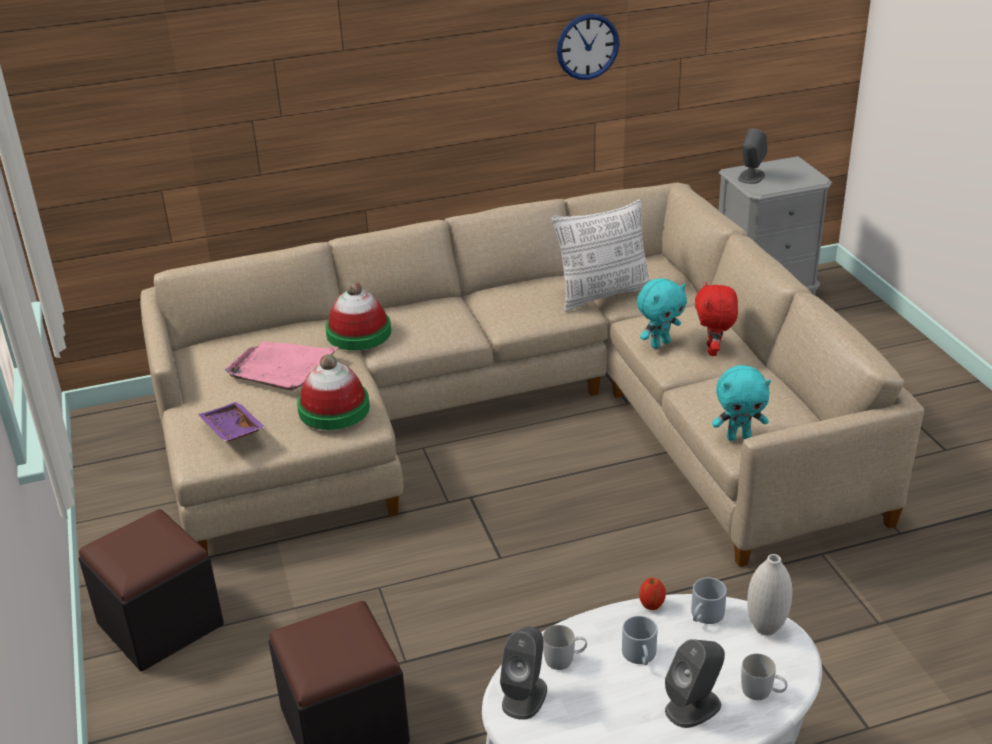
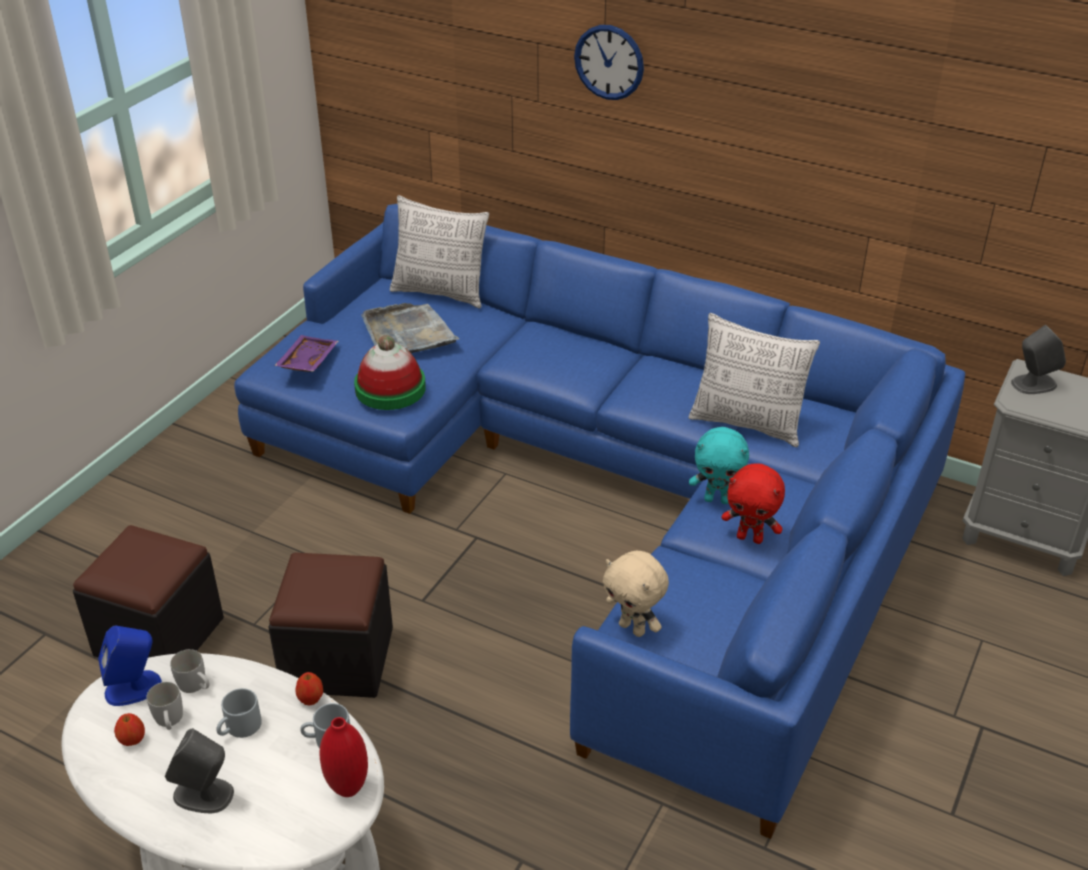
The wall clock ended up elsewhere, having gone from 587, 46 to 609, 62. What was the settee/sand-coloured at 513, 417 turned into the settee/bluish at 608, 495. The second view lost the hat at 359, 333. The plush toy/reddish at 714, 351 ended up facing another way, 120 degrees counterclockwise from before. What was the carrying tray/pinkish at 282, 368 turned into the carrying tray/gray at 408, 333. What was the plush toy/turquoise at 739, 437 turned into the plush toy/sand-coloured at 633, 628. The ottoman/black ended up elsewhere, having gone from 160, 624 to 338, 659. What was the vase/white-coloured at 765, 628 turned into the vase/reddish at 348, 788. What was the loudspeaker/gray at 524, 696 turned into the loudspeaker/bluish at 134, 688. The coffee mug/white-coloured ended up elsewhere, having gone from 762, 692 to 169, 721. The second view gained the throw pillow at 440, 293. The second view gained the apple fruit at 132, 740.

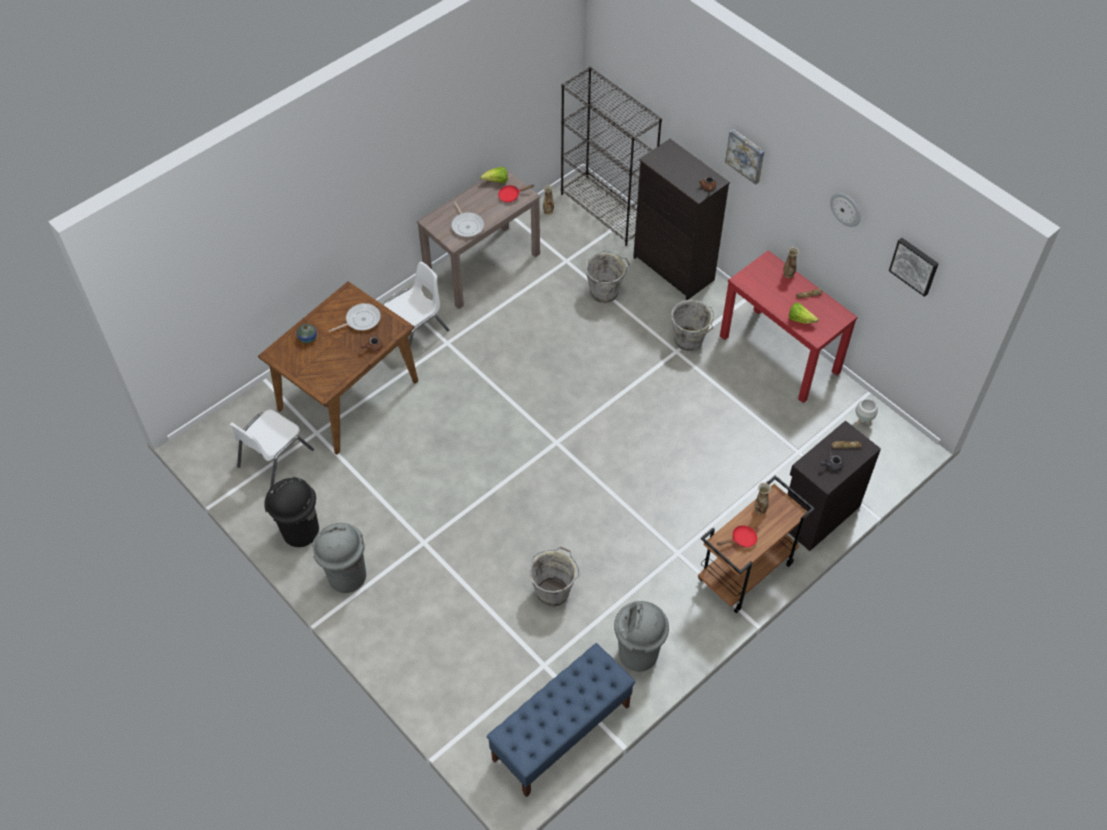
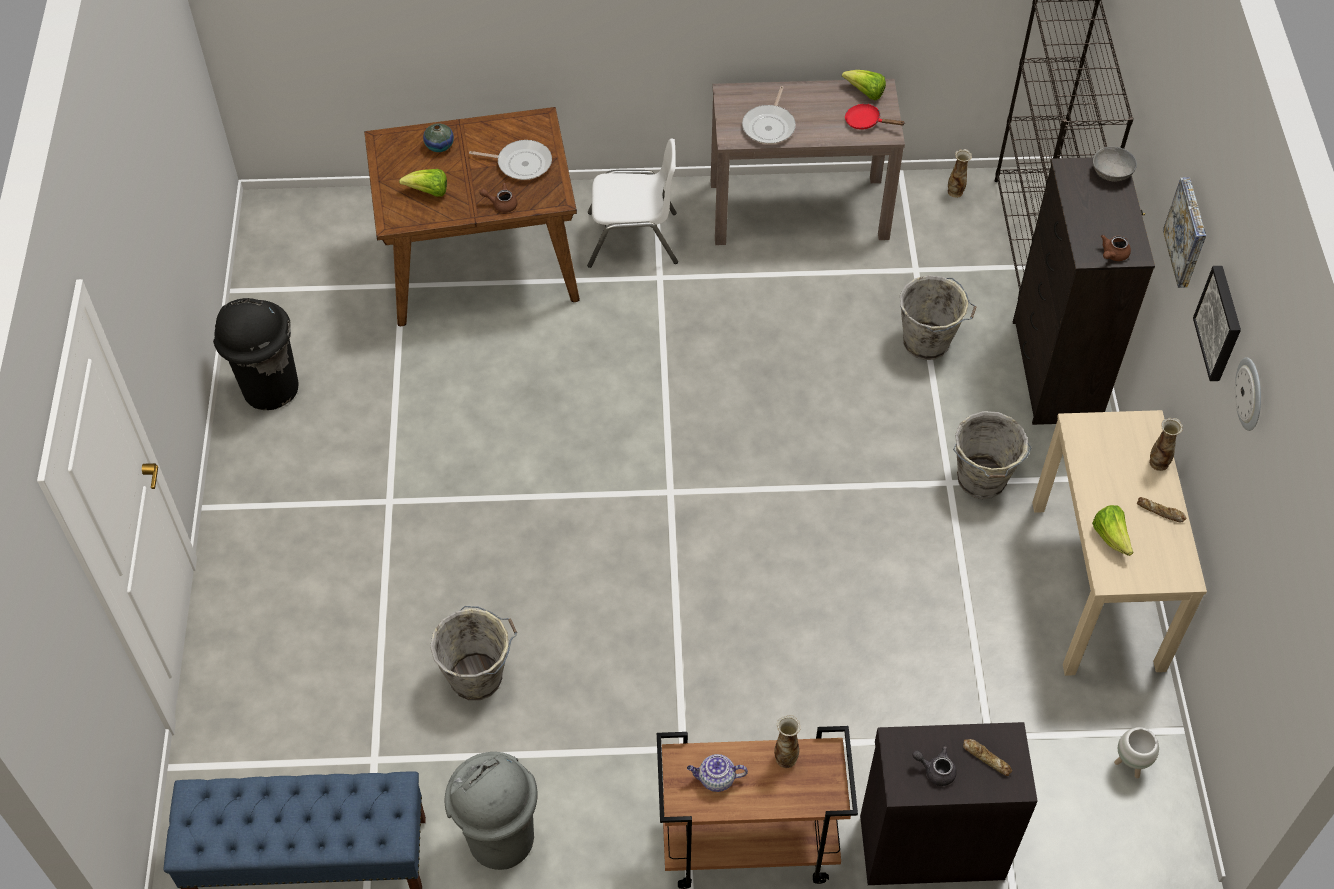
The wall art ended up elsewhere, having gone from 914, 265 to 1221, 323. What was the hall table/reddish at 780, 354 turned into the hall table/sand-coloured at 1097, 585. The second view lost the upright chair/white-coloured at 274, 458. The second view lost the trash can/gray at 346, 576. Where the frying pan/reddish stood at 741, 540, the teapot came to stand at 715, 779. The second view gained the deep dish/gray at 1112, 173. The second view gained the lettuce head at 428, 192.

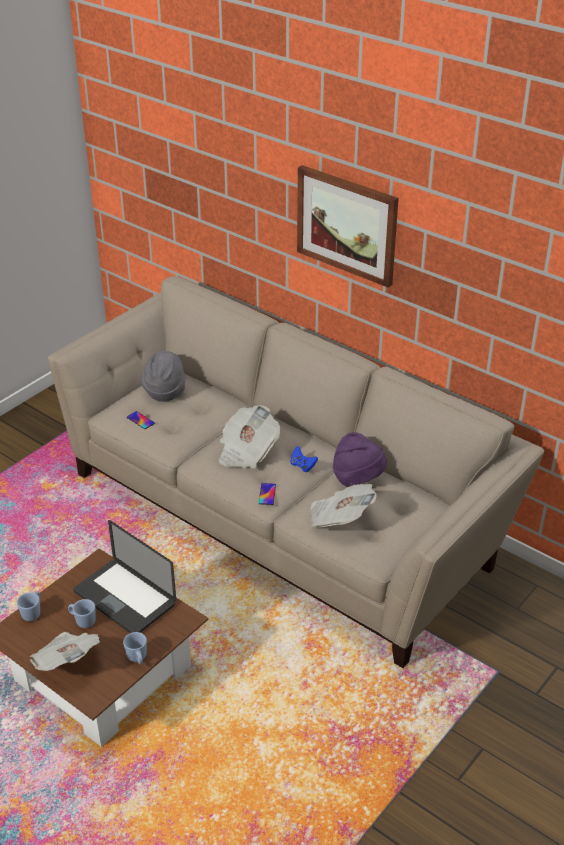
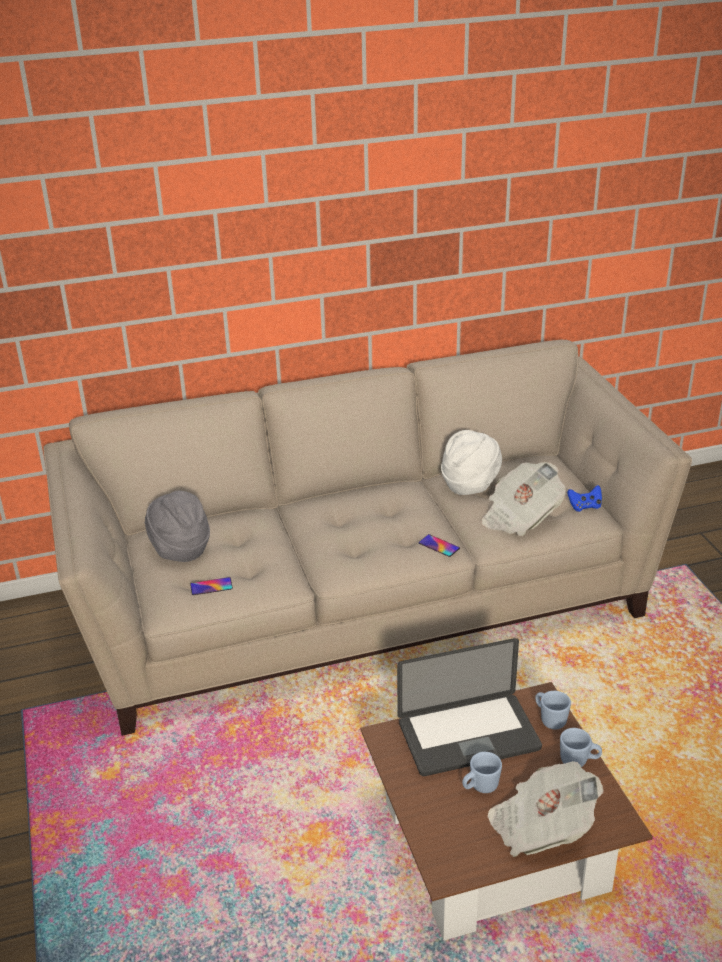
The second view lost the wall art at 347, 225. The second view lost the daily paper at 246, 451. What was the hat/purplish at 358, 479 turned into the hat/white-coloured at 470, 484. The joypad/bluish ended up elsewhere, having gone from 302, 466 to 584, 506. The coffee mug/bluish ended up elsewhere, having gone from 33, 612 to 549, 719.

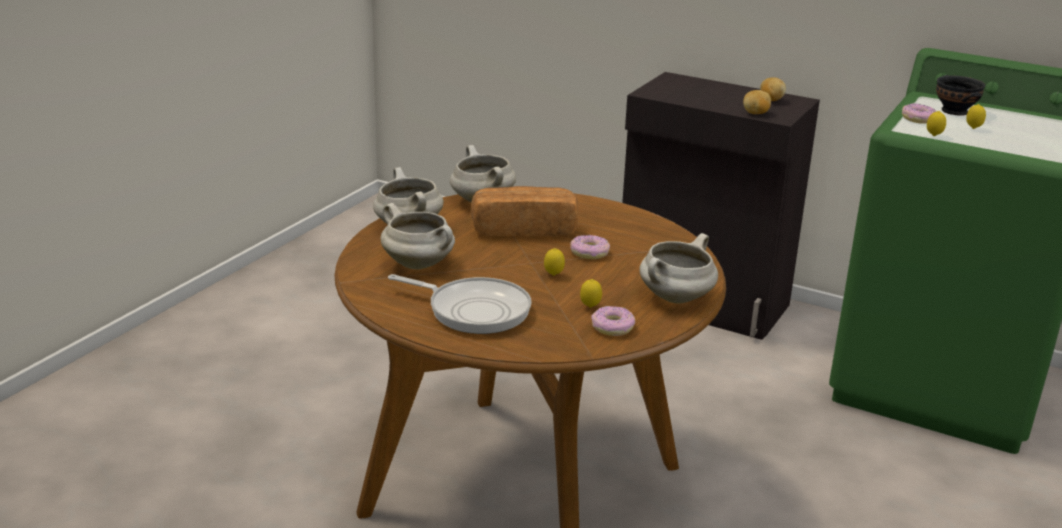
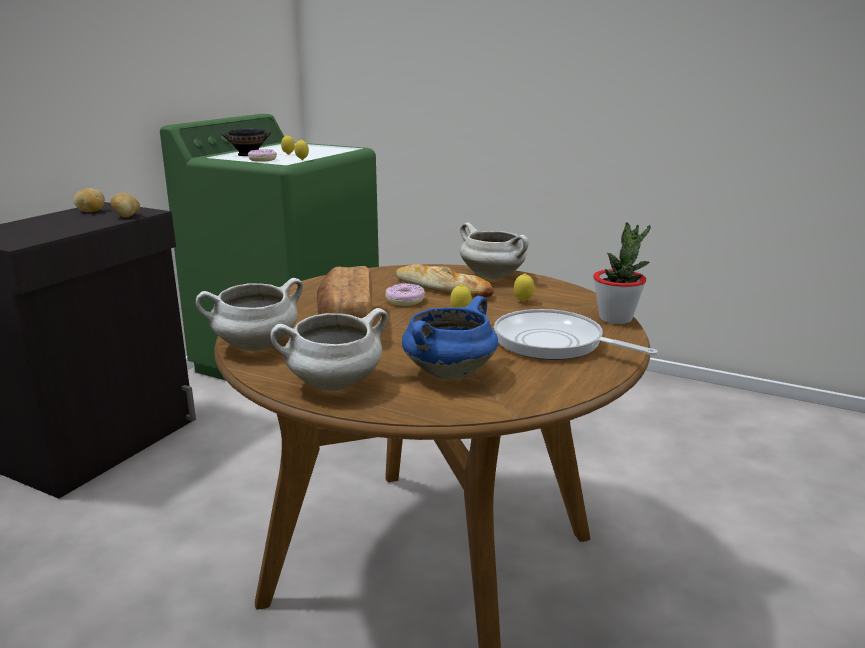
What was the stockpot/white-coloured at 419, 264 turned into the stockpot/bluish at 449, 373. The frying pan at 473, 310 ended up facing another way, 75 degrees counterclockwise from before. The second view lost the ring doughnut at 612, 327. The second view gained the potted plant at 615, 318. The second view gained the baked bread at 443, 288.

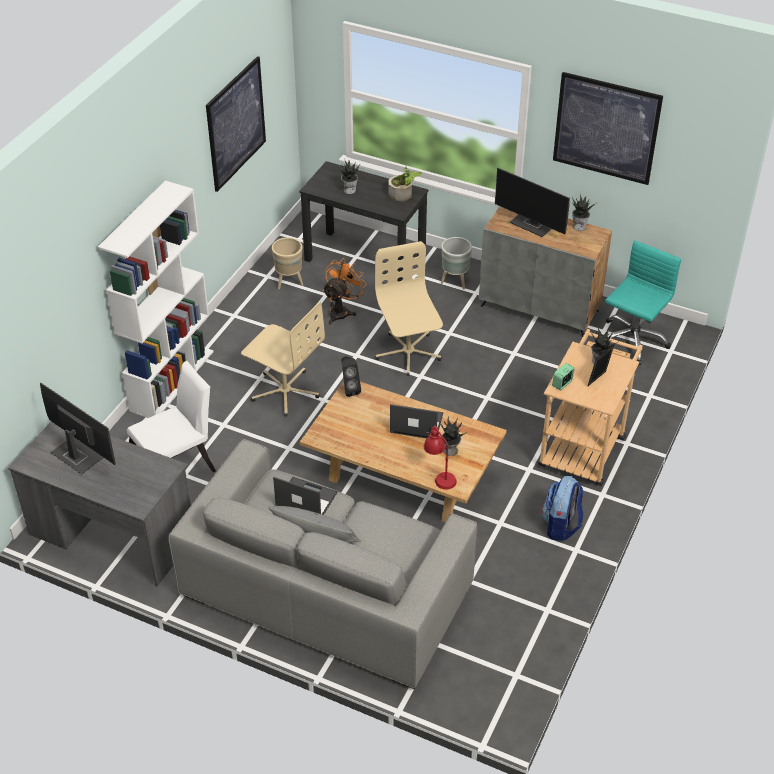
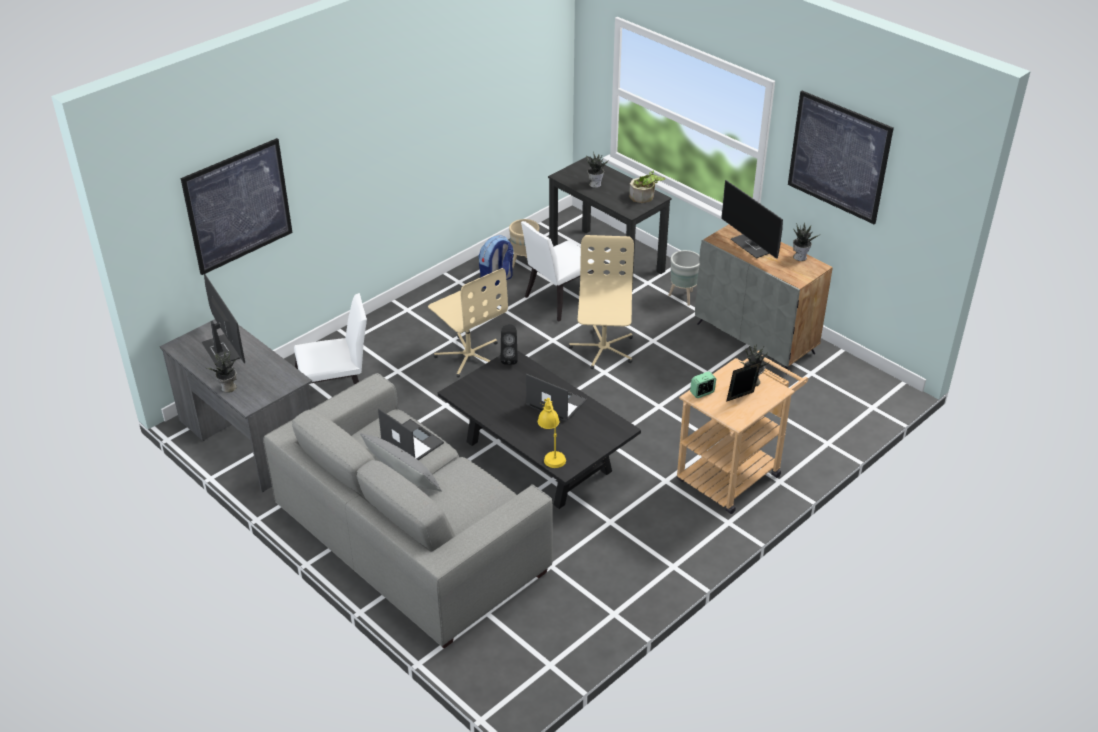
The wall art ended up elsewhere, having gone from 236, 123 to 238, 206. The second view lost the bookcase/white-coloured at 172, 380. The second view lost the desk chair/turquoise at 632, 340. Where the cooling fan/orange stood at 342, 311, the upright chair/white-coloured came to stand at 560, 299. What was the lounge table/sand-coloured at 403, 477 turned into the lounge table/black at 537, 457. The potted plant ended up elsewhere, having gone from 450, 451 to 228, 388. What was the table lamp/reddish at 439, 476 turned into the table lamp/yellowish at 551, 454. The knapsack ended up elsewhere, having gone from 561, 526 to 496, 281.

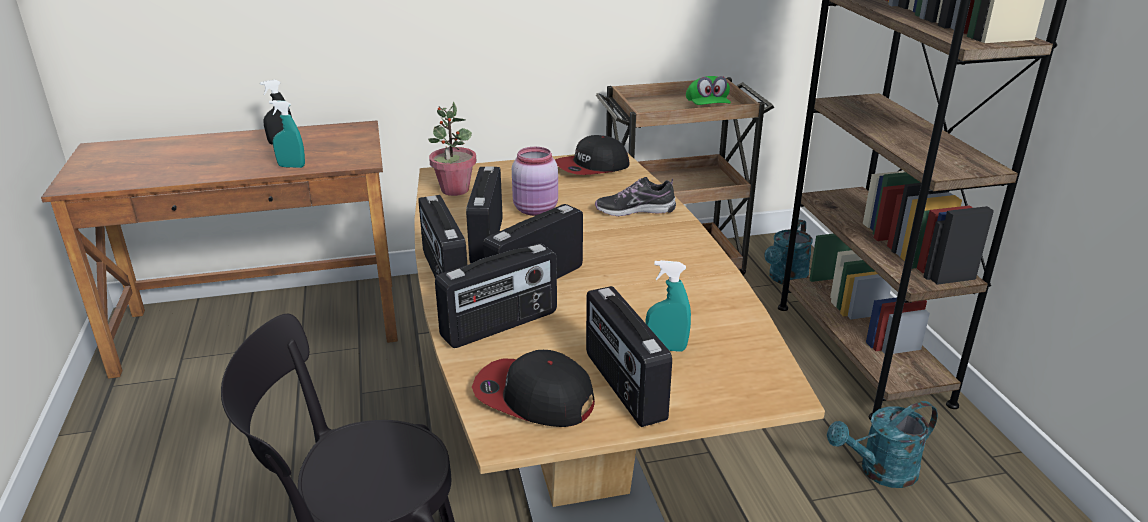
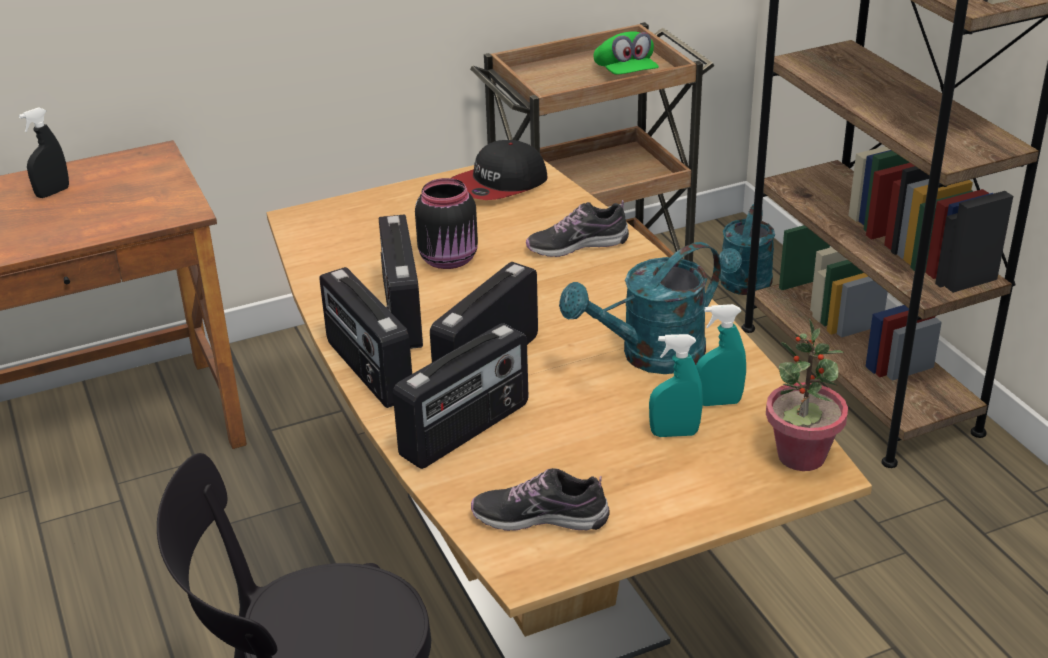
The hand sprayer/turquoise ended up elsewhere, having gone from 291, 166 to 718, 402. The potted plant ended up elsewhere, having gone from 454, 190 to 801, 456. What was the preserve jar/pinkish at 536, 210 turned into the preserve jar/black at 450, 260. The second view lost the radio receiver at 623, 386. Where the cap stood at 533, 397, the item of footwear came to stand at 540, 517. The watering pot/turquoise ended up elsewhere, having gone from 880, 472 to 650, 356.

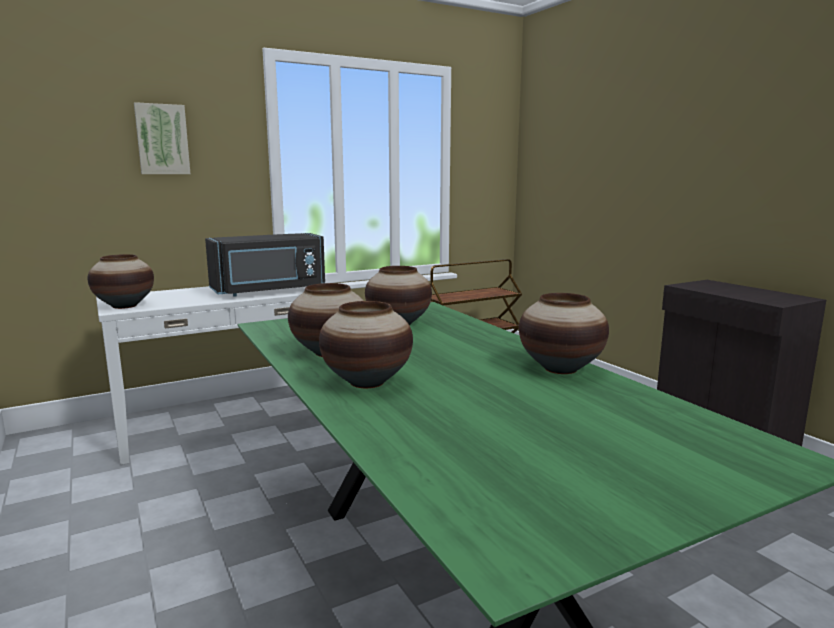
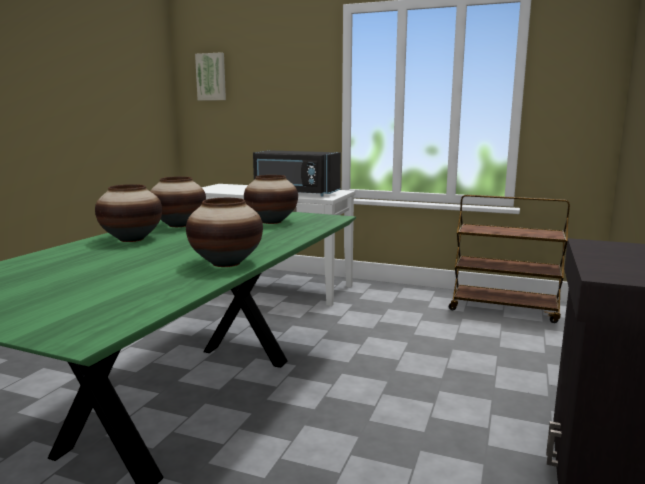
The wall art ended up elsewhere, having gone from 162, 139 to 211, 77. The second view lost the vase at 124, 306.

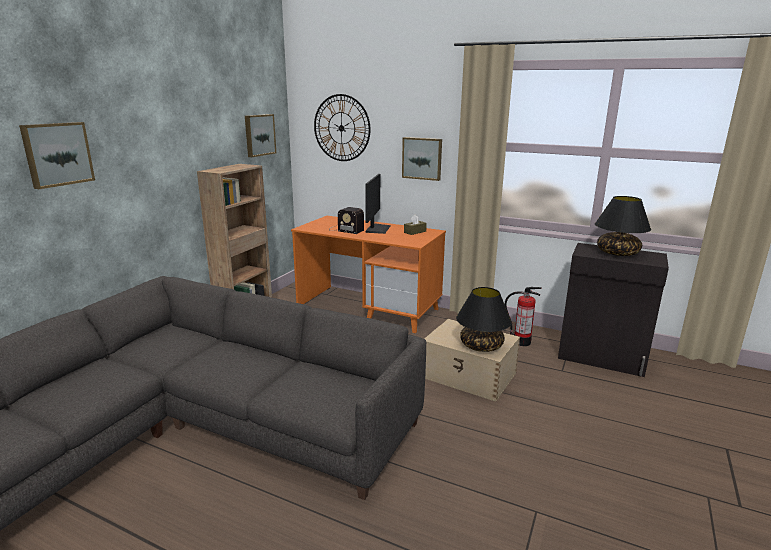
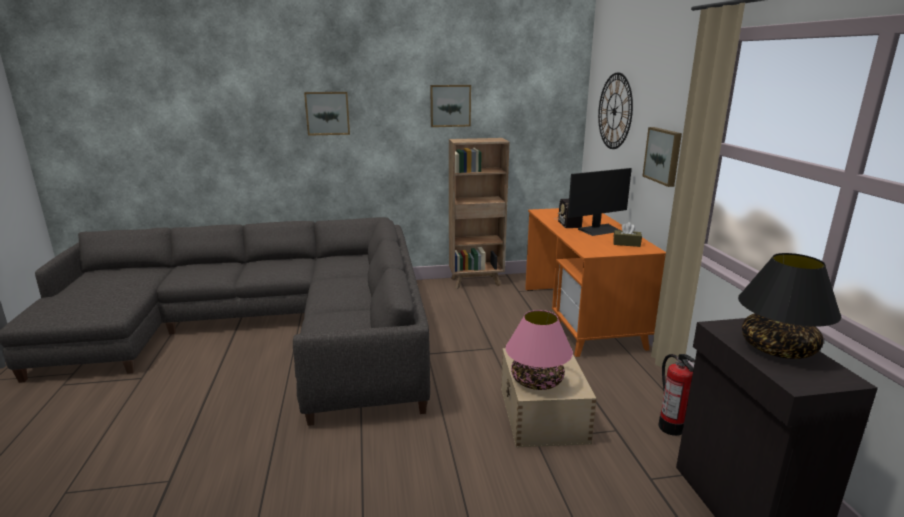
The wall art ended up elsewhere, having gone from 259, 135 to 450, 105. What was the table lamp/black at 481, 346 turned into the table lamp/pinkish at 537, 381.

